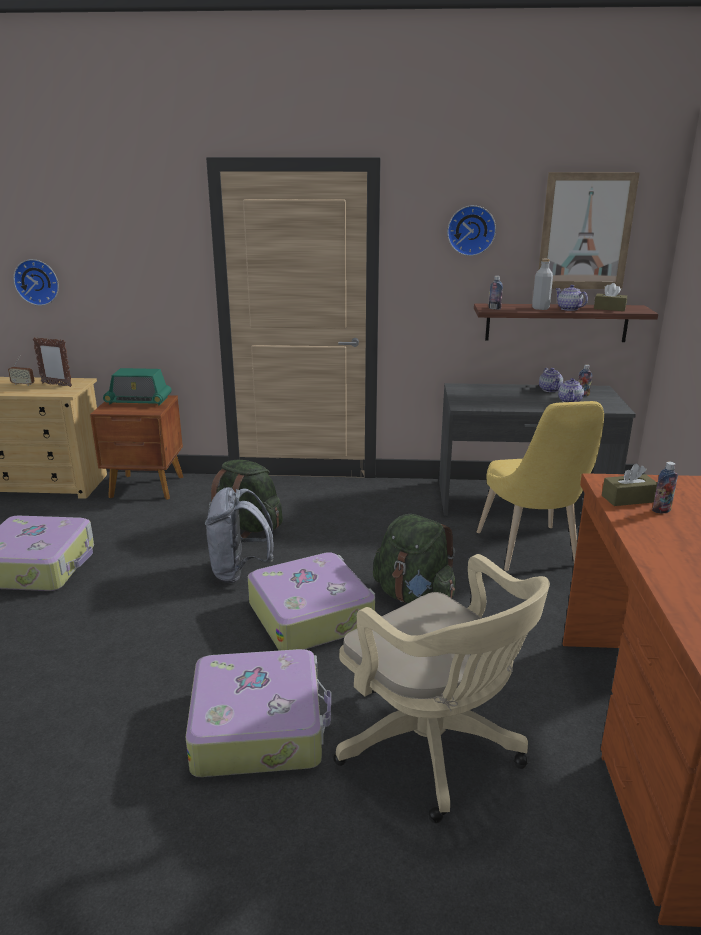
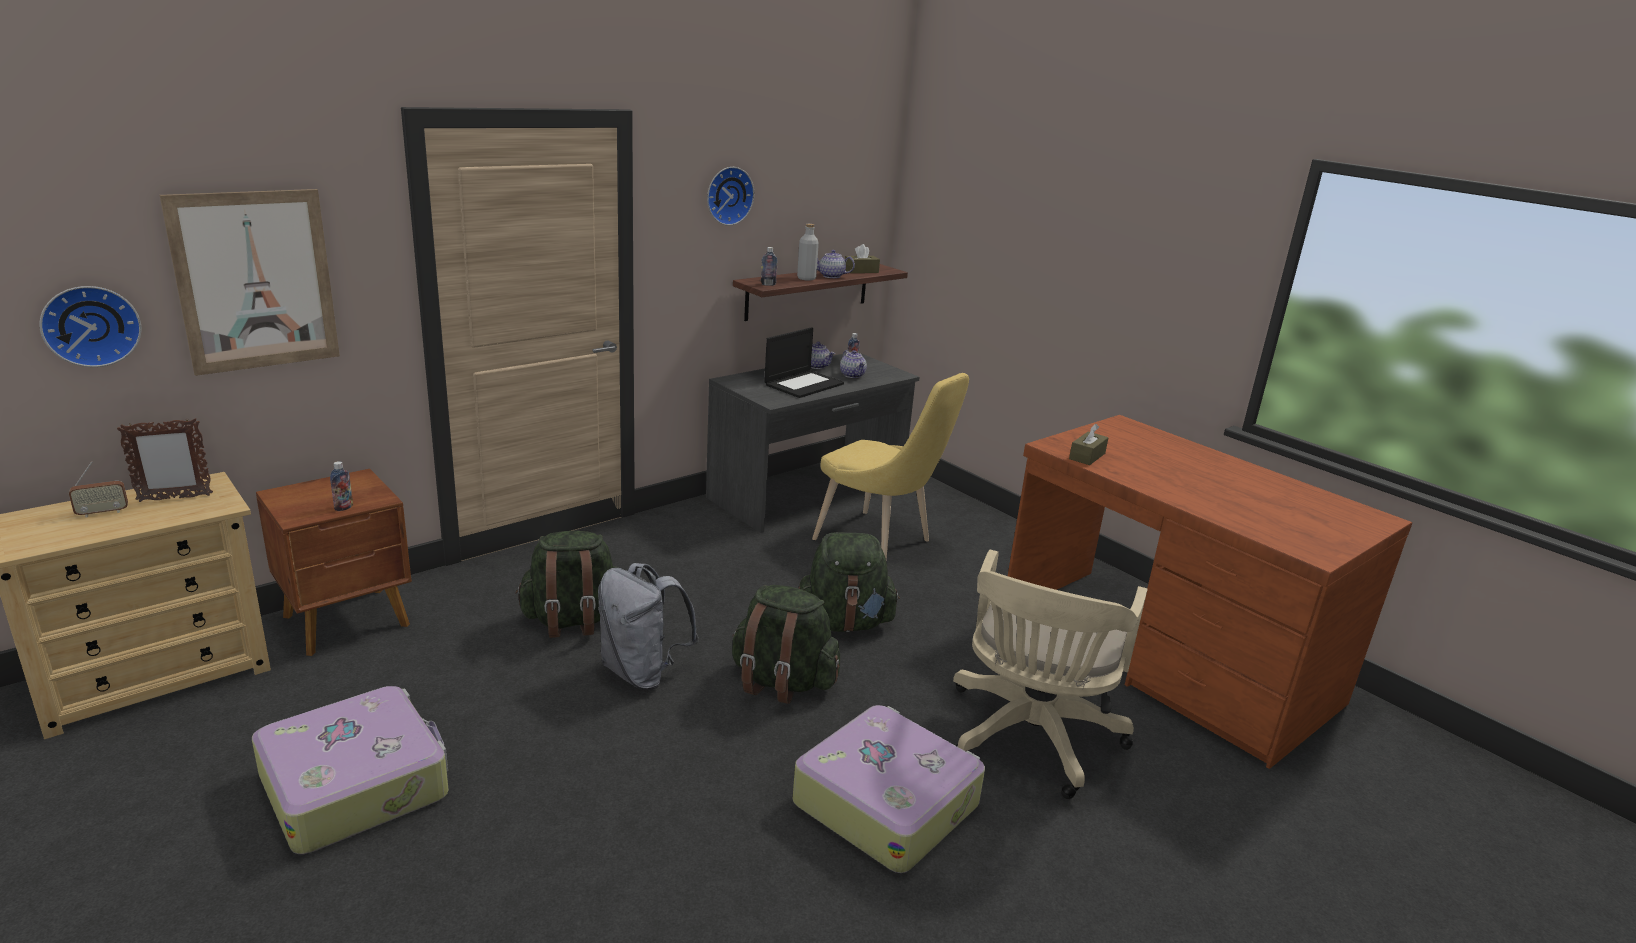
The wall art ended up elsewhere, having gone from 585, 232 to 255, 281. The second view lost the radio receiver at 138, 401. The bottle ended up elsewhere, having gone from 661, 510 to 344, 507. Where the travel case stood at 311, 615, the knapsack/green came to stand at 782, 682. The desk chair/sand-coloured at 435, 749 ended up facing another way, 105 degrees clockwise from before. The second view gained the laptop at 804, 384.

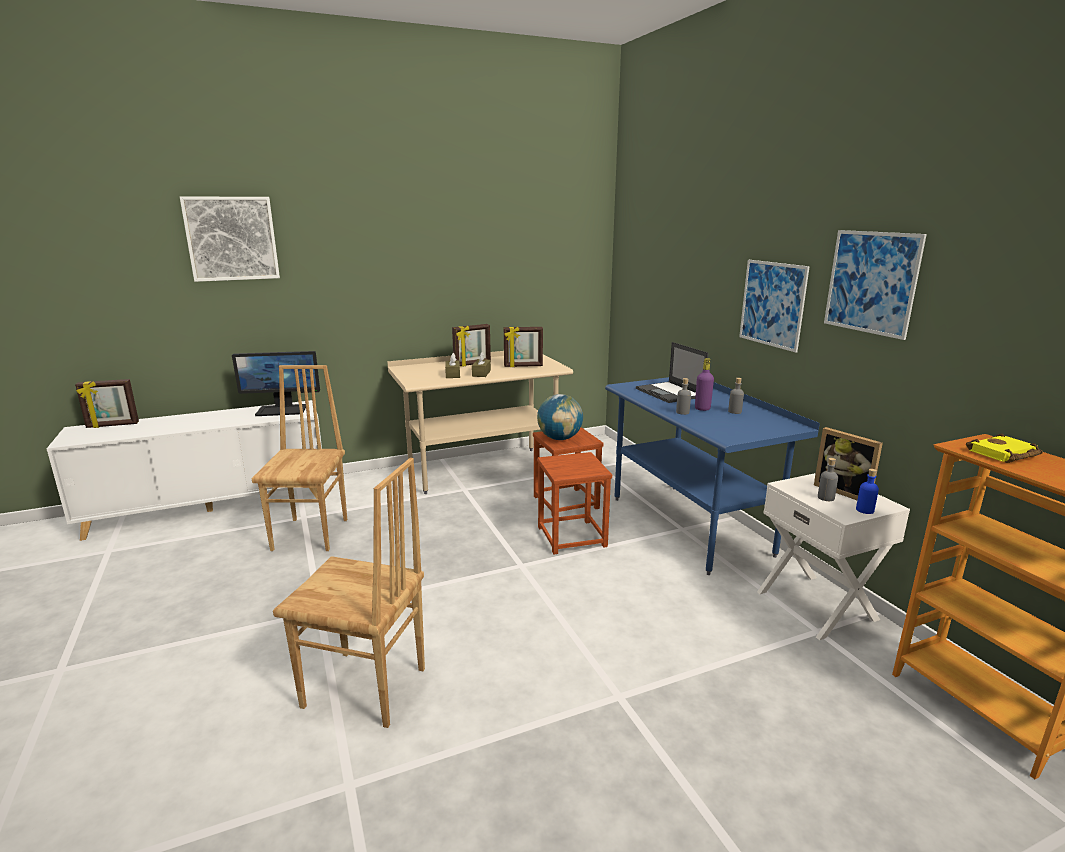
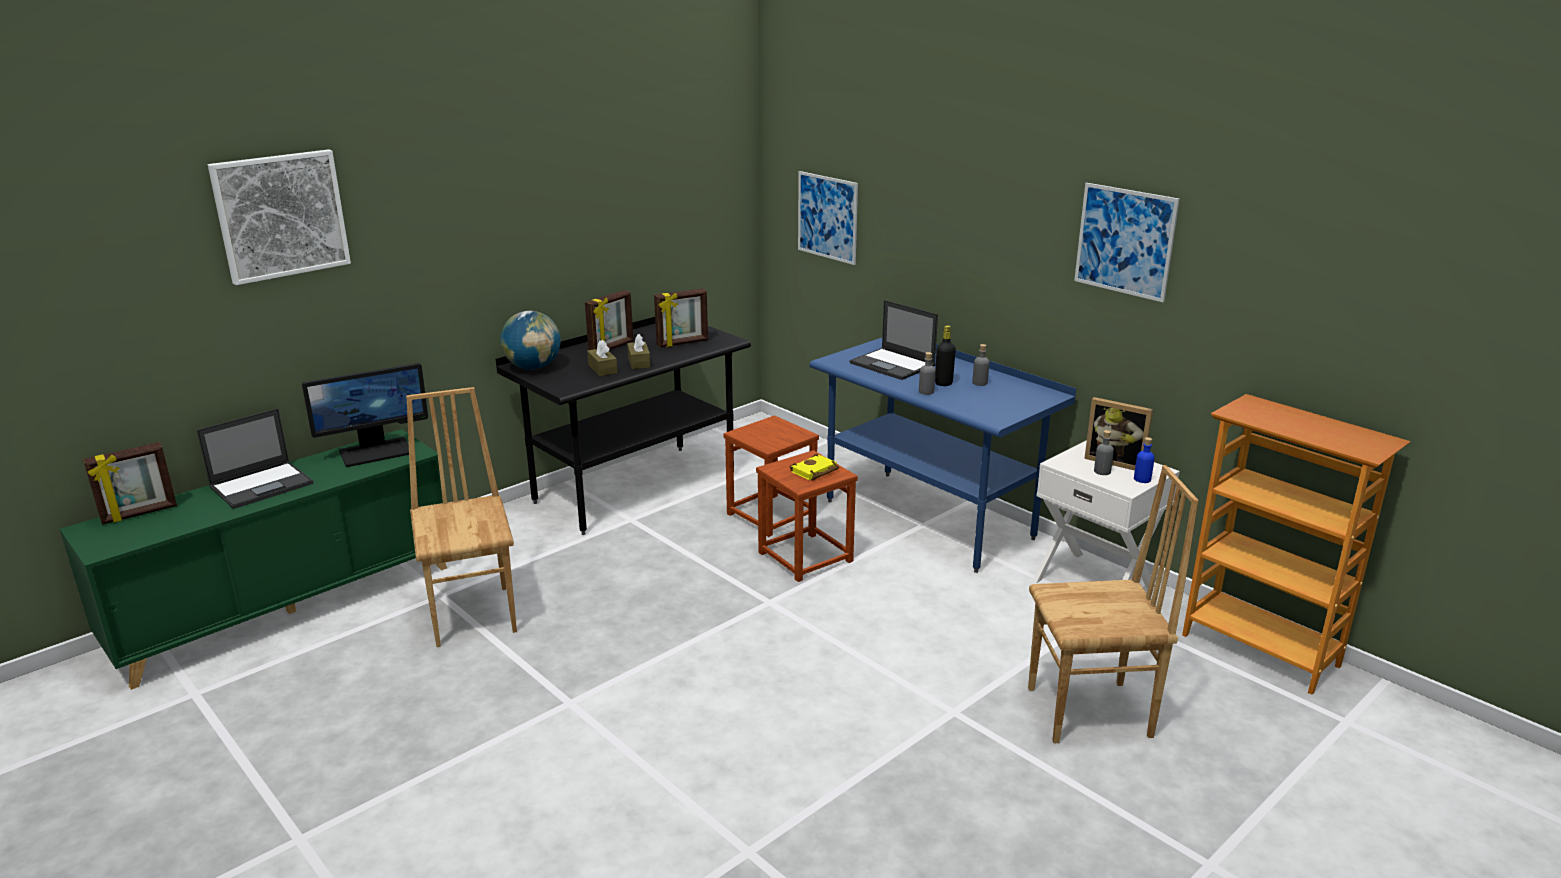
The wall art ended up elsewhere, having gone from 772, 304 to 827, 217. What was the desk table/sand-coloured at 482, 470 turned into the desk table/black at 635, 488. What was the bottle/purplish at 702, 409 turned into the bottle/black at 943, 383. The world globe ended up elsewhere, having gone from 559, 438 to 533, 367. What was the storage cabinet/white-coloured at 211, 508 turned into the storage cabinet/green at 289, 607. The bound book/yellowish ended up elsewhere, having gone from 1003, 454 to 814, 472. The upright chair/brown-coloured ended up elsewhere, having gone from 364, 689 to 1090, 713. The second view gained the laptop at 263, 485.

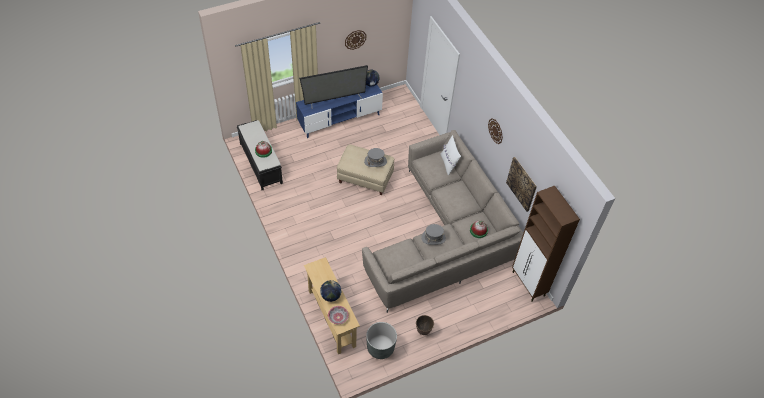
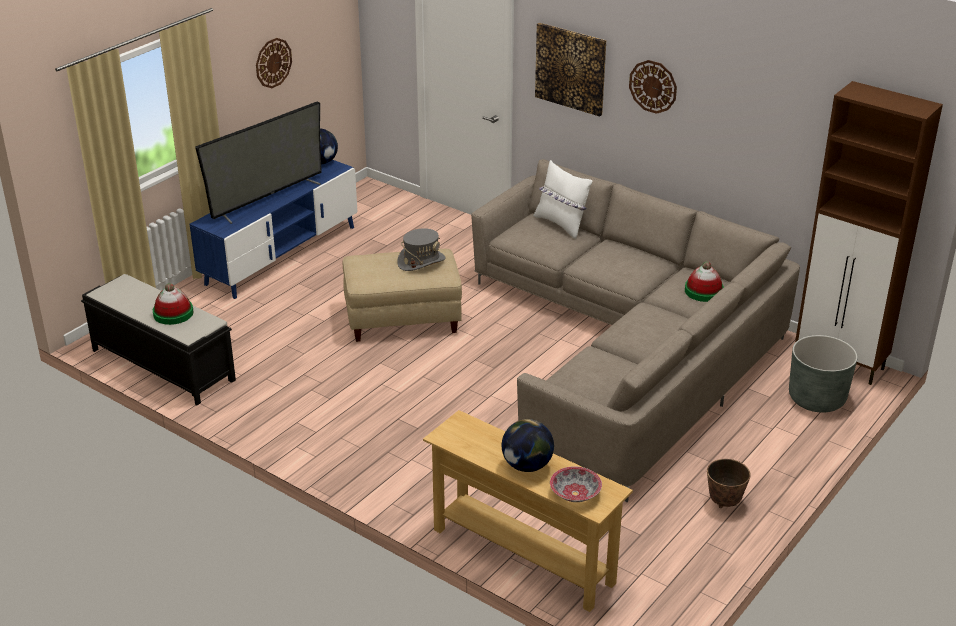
The wall art ended up elsewhere, having gone from 522, 184 to 570, 68. The second view lost the hat/gray at 433, 238. The flower pot/gray ended up elsewhere, having gone from 380, 347 to 816, 398.

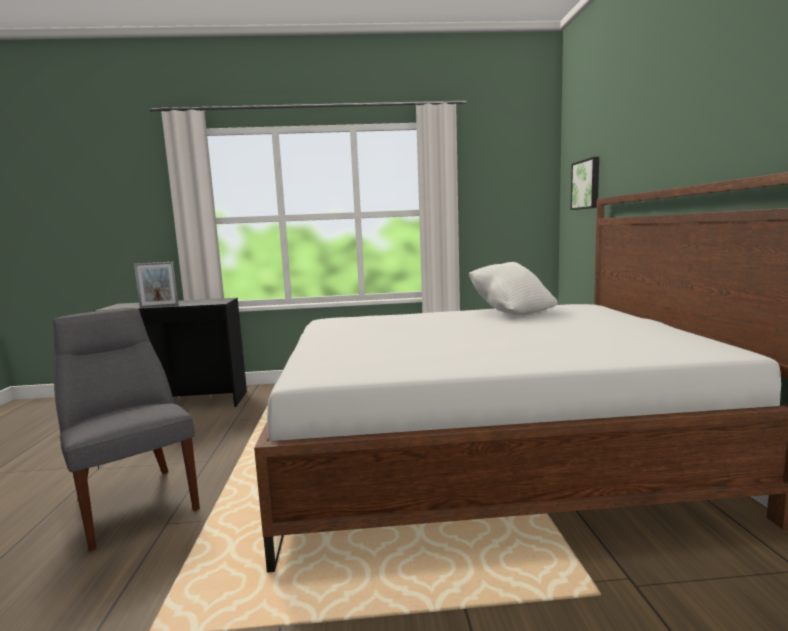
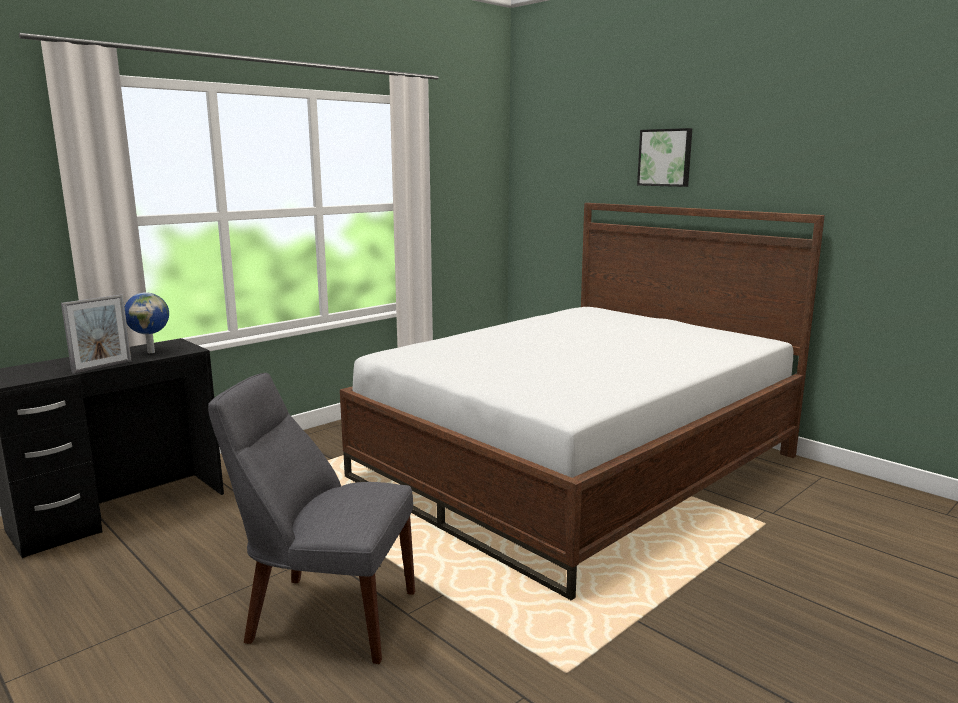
The wall art ended up elsewhere, having gone from 587, 184 to 665, 157. The second view lost the throw pillow/white-coloured at 511, 312. The second view gained the world globe at 151, 352.

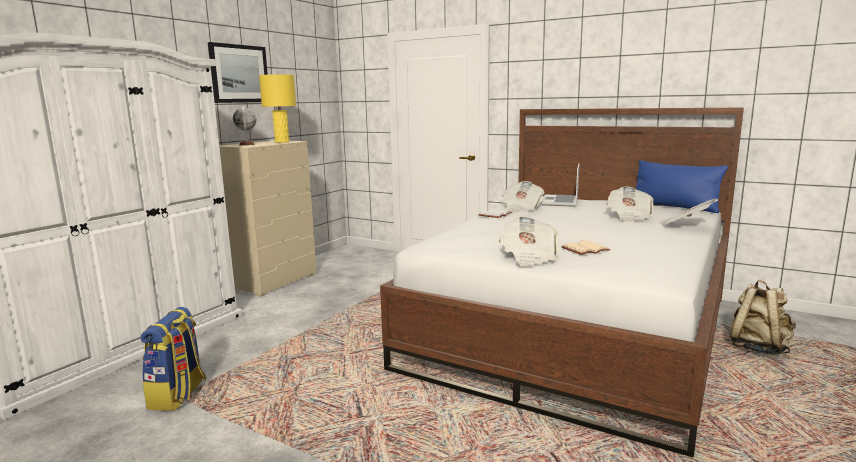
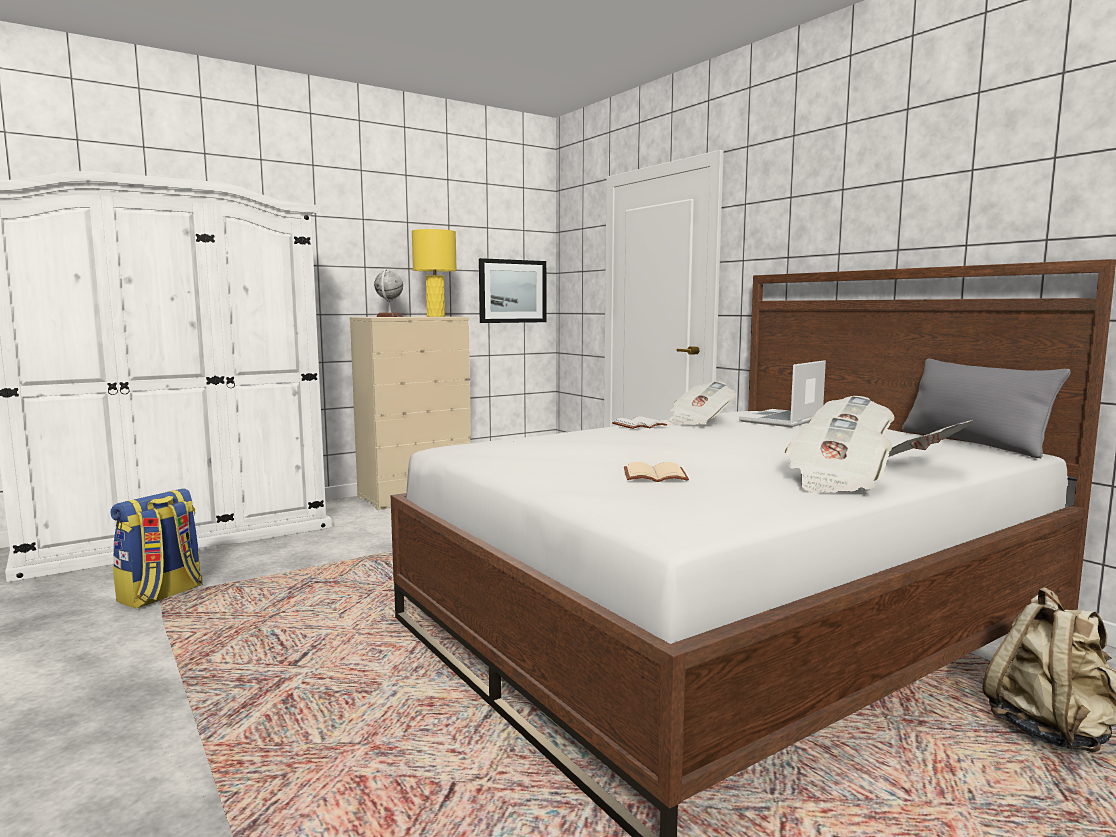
The wall art ended up elsewhere, having gone from 239, 74 to 512, 291. What was the throw pillow/bluish at 674, 207 turned into the throw pillow/gray at 972, 443. The daily paper ended up elsewhere, having gone from 528, 257 to 833, 483.

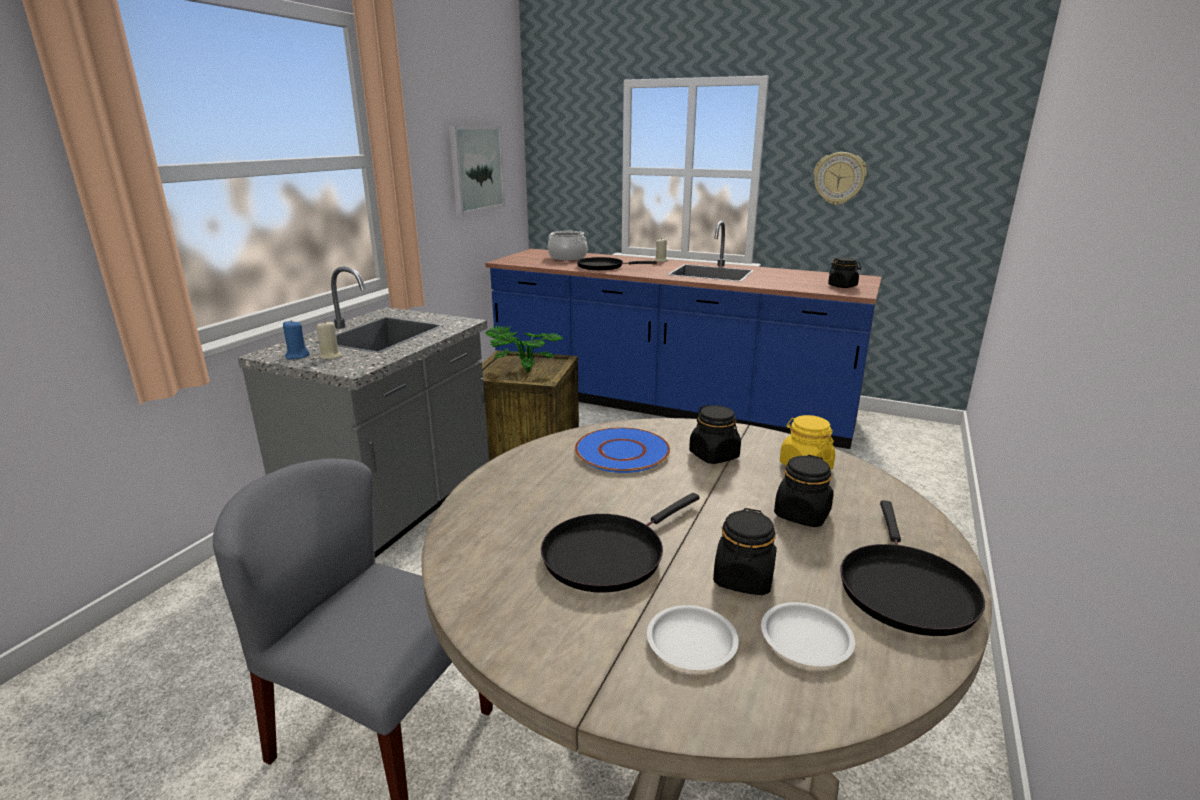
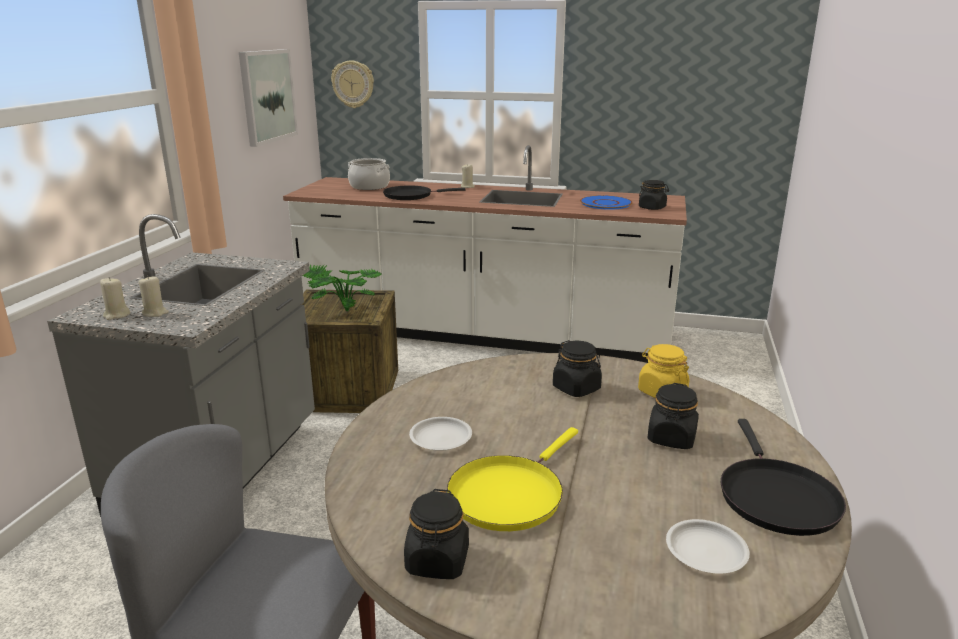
The wall clock ended up elsewhere, having gone from 839, 178 to 353, 84. What was the kitchen counter/bluish at 668, 406 turned into the kitchen counter/white-coloured at 483, 335. What was the wax light/bluish at 297, 356 turned into the wax light/sand-coloured at 116, 315. The dinner plate/bluish ended up elsewhere, having gone from 622, 451 to 605, 203. What was the frying pan/black at 608, 554 turned into the frying pan/yellowish at 509, 494. The preserve jar/black ended up elsewhere, having gone from 743, 578 to 437, 561. The dinner plate/white-coloured ended up elsewhere, having gone from 692, 642 to 441, 437.

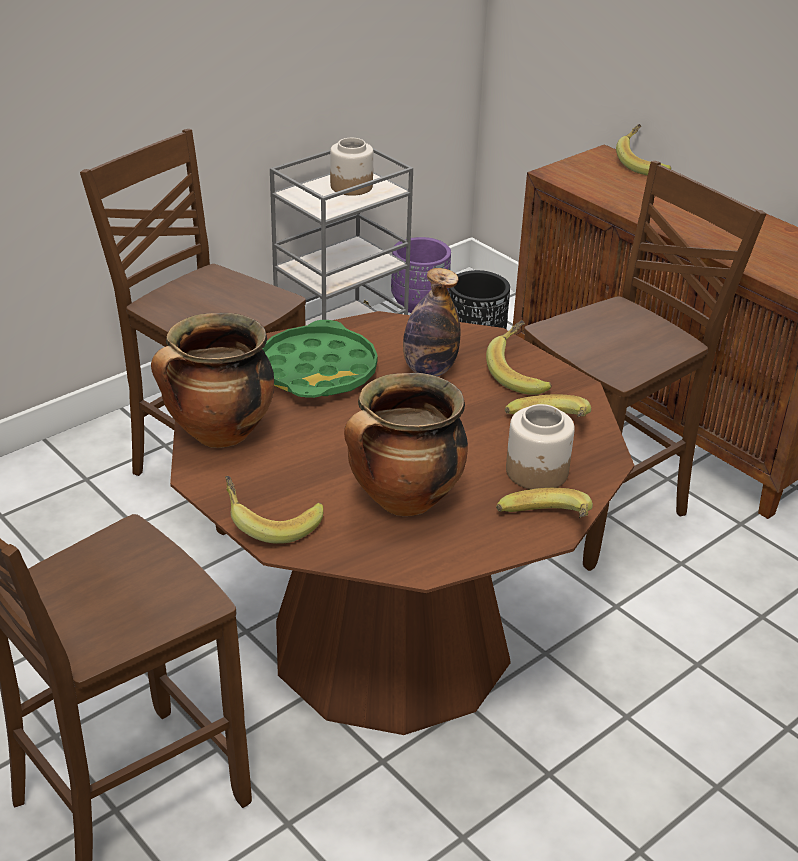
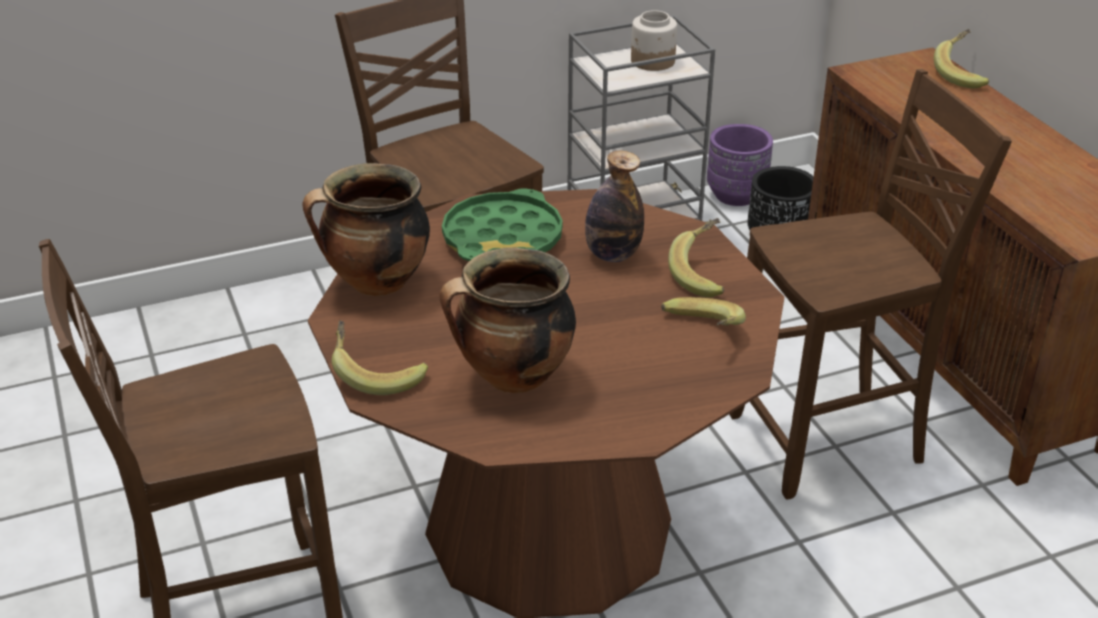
The second view lost the preserve jar at 537, 472. The second view lost the whole banana at 546, 527.

